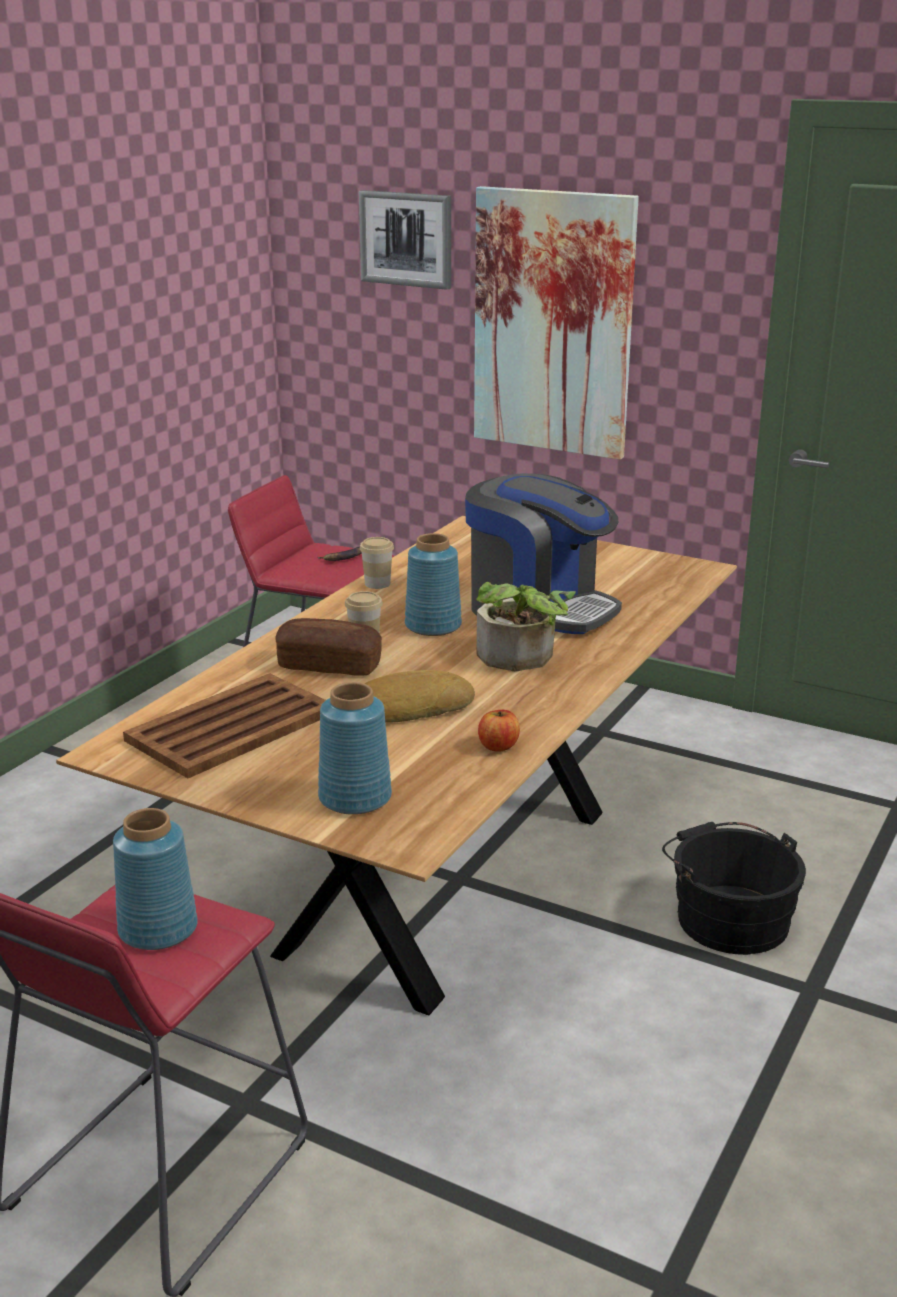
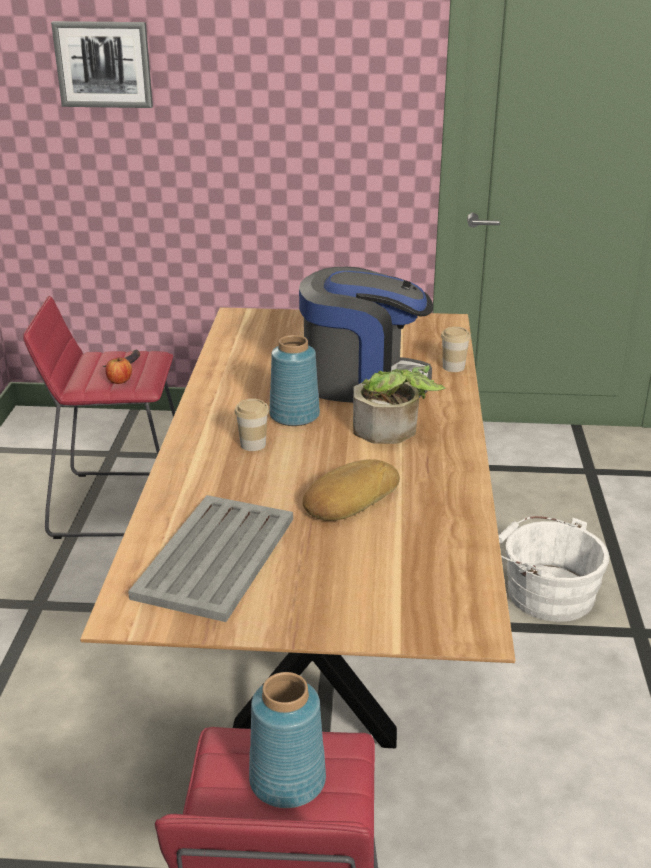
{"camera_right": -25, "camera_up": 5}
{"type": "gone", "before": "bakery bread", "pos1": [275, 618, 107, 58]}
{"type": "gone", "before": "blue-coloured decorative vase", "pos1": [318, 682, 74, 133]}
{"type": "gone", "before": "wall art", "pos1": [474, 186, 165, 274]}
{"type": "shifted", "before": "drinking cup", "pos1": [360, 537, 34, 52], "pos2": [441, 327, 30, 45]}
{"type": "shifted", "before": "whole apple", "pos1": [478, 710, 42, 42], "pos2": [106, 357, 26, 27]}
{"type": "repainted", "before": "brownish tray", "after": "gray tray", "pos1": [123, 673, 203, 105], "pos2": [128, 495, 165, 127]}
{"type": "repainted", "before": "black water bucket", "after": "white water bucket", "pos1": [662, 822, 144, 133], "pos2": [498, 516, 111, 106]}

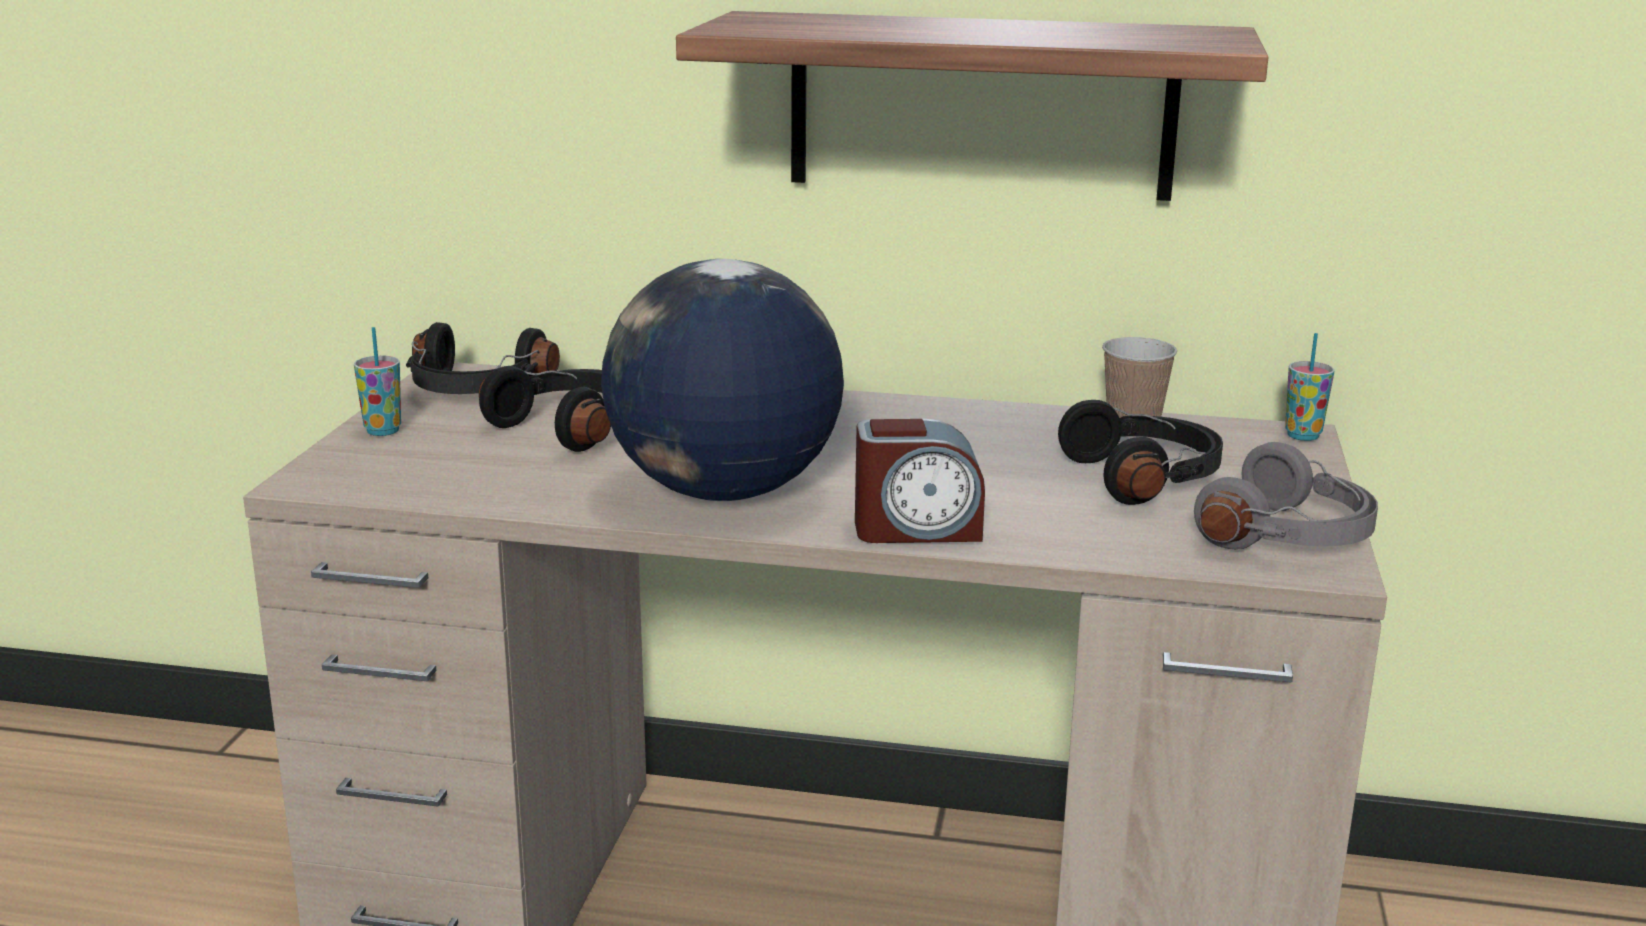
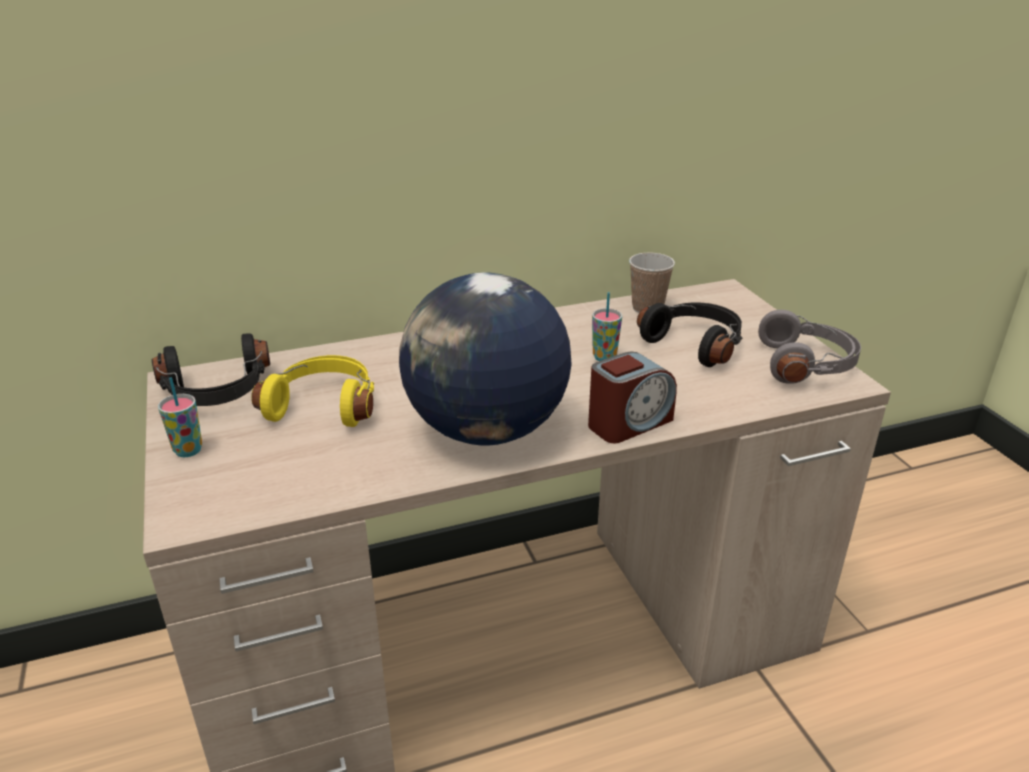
{"camera_right": -30, "camera_up": 10}
{"type": "gone", "before": "wall shelf", "pos1": [676, 11, 593, 190]}
{"type": "shifted", "before": "drinking cup", "pos1": [1285, 333, 49, 108], "pos2": [592, 292, 30, 69]}
{"type": "repainted", "before": "black pair of headphones", "after": "yellowish pair of headphones", "pos1": [479, 366, 132, 86], "pos2": [251, 355, 123, 72]}

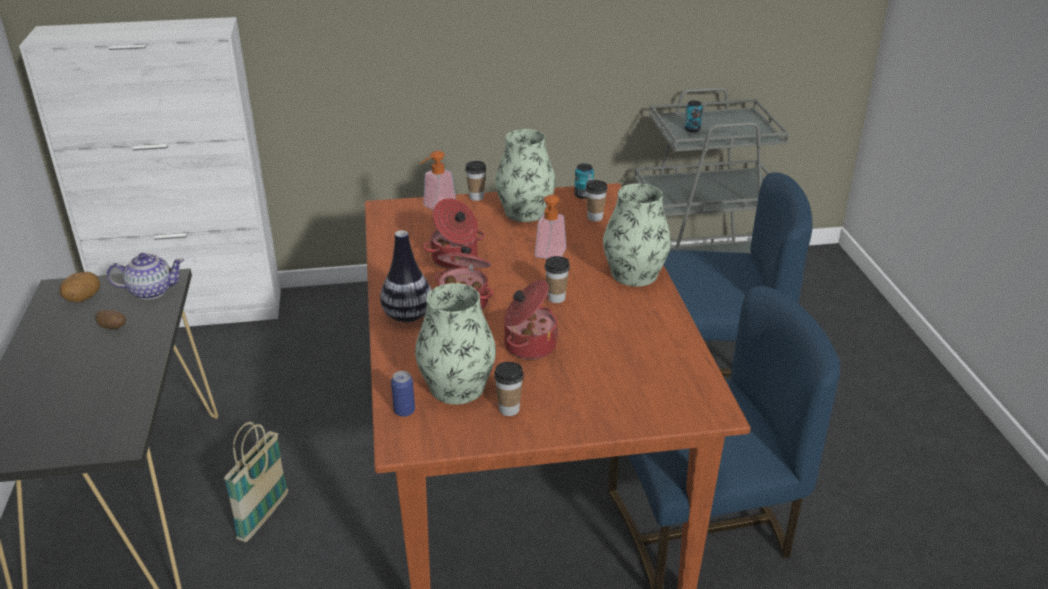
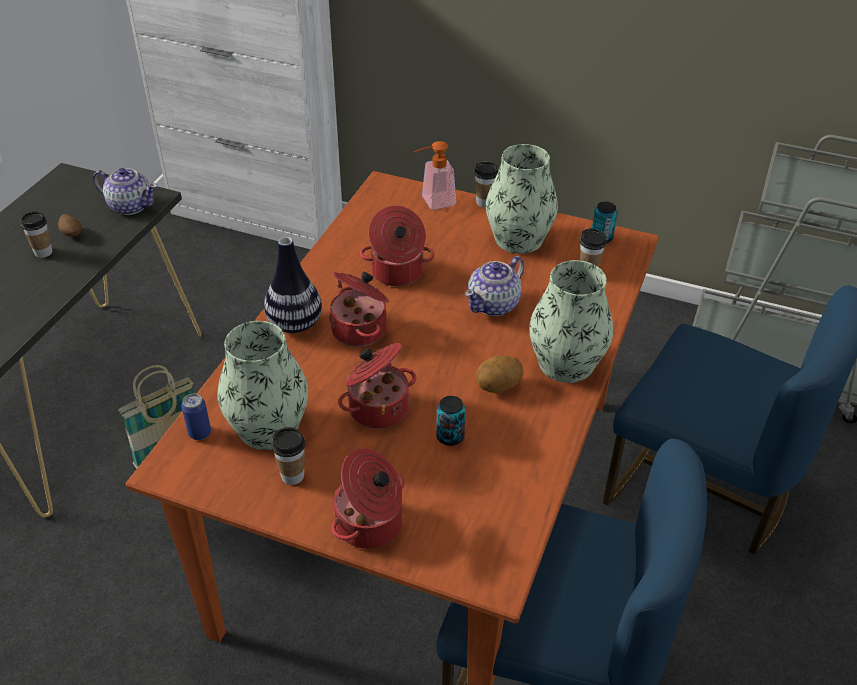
{"camera_right": 30, "camera_up": 10}
{"type": "new", "after": "cooking pot", "pos2": [331, 448, 73, 101]}
{"type": "shifted", "before": "potato", "pos1": [60, 272, 40, 31], "pos2": [475, 355, 49, 38]}
{"type": "shifted", "before": "drinking cup", "pos1": [545, 256, 25, 47], "pos2": [21, 211, 31, 47]}
{"type": "shifted", "before": "can", "pos1": [684, 101, 19, 31], "pos2": [436, 396, 30, 50]}
{"type": "swapped", "before": "soap dispenser", "after": "teapot", "pos1": [535, 195, 31, 64], "pos2": [465, 256, 59, 60]}

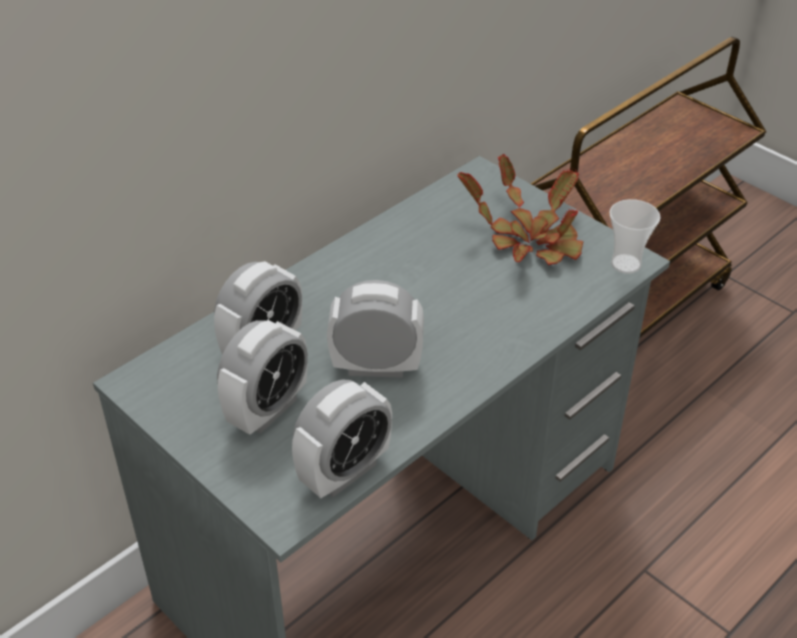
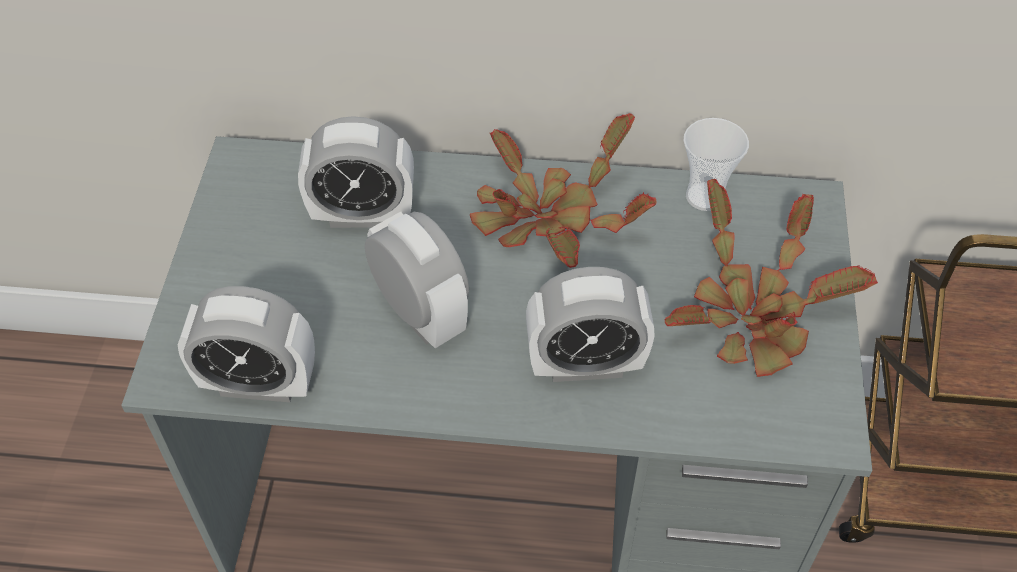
{"camera_right": 50, "camera_up": 10}
{"type": "new", "after": "houseplant", "pos2": [470, 113, 187, 155]}
{"type": "shifted", "before": "table clock", "pos1": [217, 320, 91, 115], "pos2": [526, 267, 129, 115]}
{"type": "shifted", "before": "drinking cup", "pos1": [609, 199, 52, 75], "pos2": [684, 118, 65, 93]}

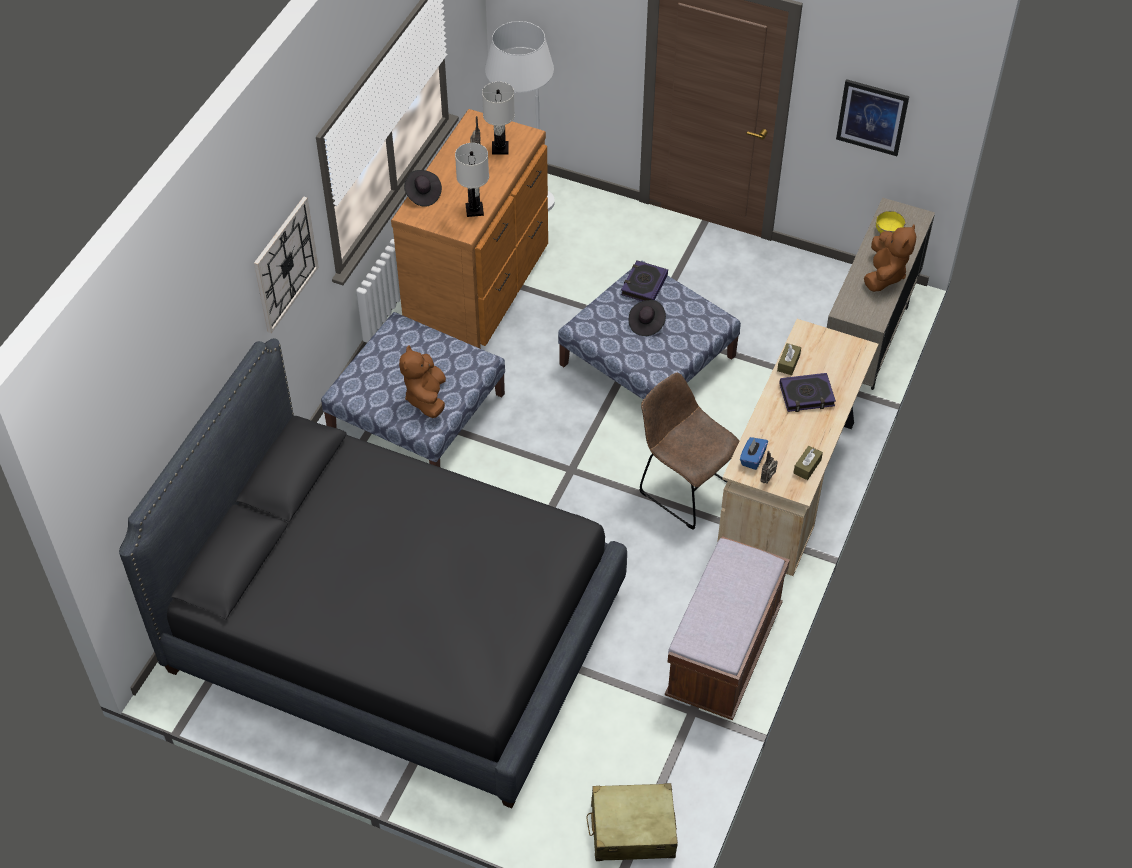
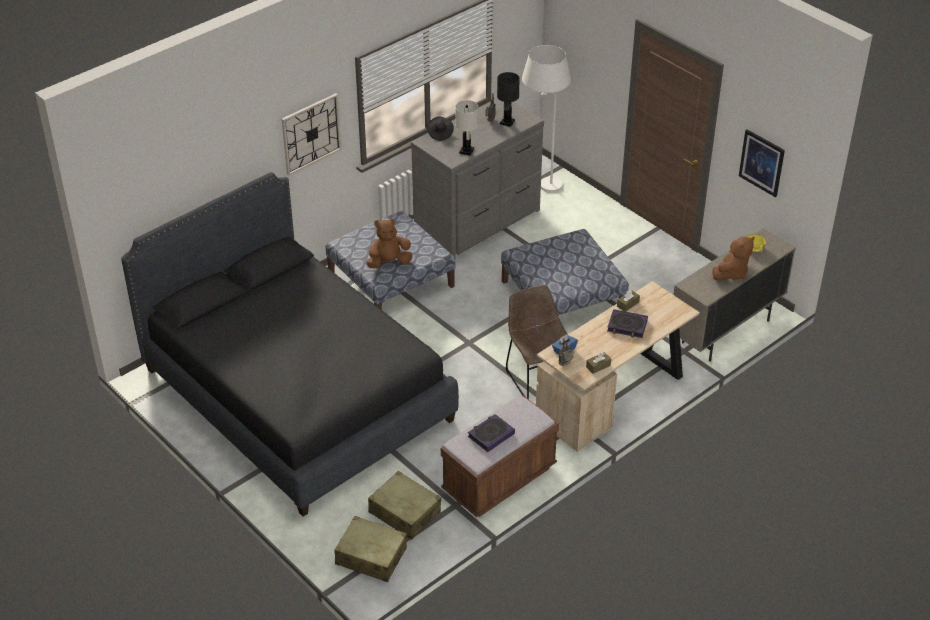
{"camera_right": 25, "camera_up": -10}
{"type": "gone", "before": "black hat", "pos1": [629, 300, 37, 36]}
{"type": "new", "after": "beige-coloured travel case", "pos2": [368, 471, 73, 69]}
{"type": "shifted", "before": "book", "pos1": [621, 260, 47, 41], "pos2": [468, 414, 47, 38]}
{"type": "repainted", "before": "brownish dresser", "after": "gray dresser", "pos1": [391, 109, 157, 240], "pos2": [411, 98, 133, 160]}
{"type": "repainted", "before": "white lamp for a table", "after": "black lamp for a table", "pos1": [482, 82, 33, 73], "pos2": [497, 72, 23, 55]}
{"type": "rotated", "before": "brownish plush toy", "pos1": [399, 345, 47, 73], "pos2": [366, 219, 46, 49], "turn": 45}

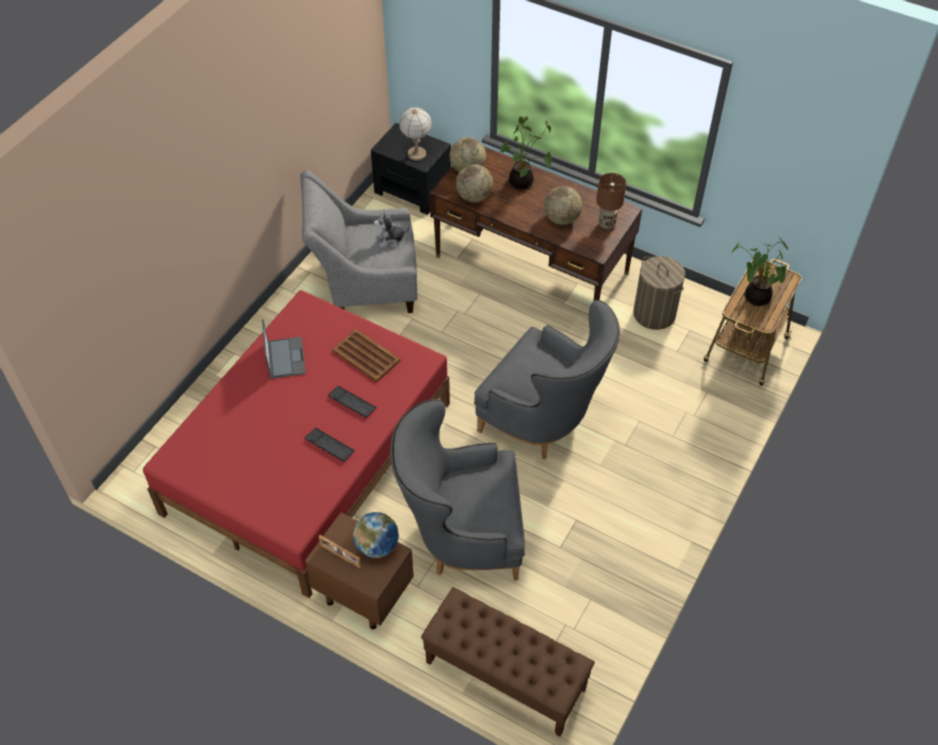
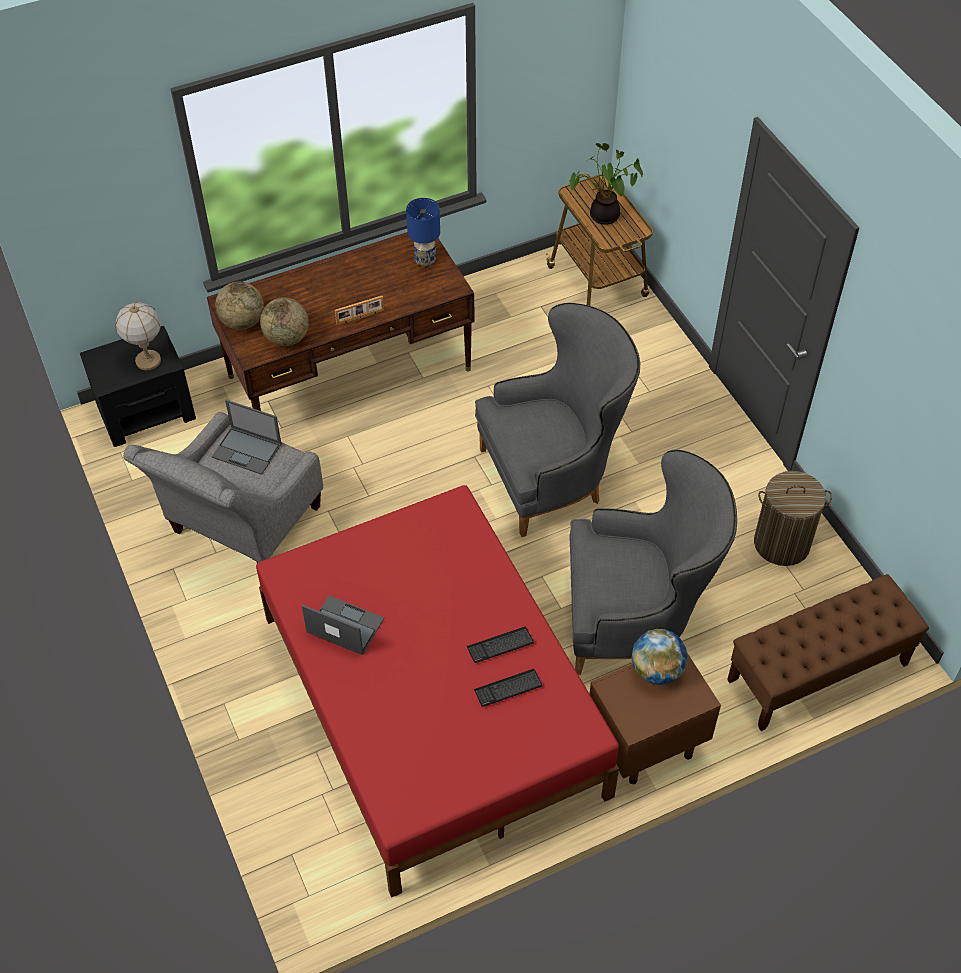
{"camera_right": -55, "camera_up": 0}
{"type": "gone", "before": "brownish tray", "pos1": [332, 329, 68, 53]}
{"type": "gone", "before": "houseplant", "pos1": [500, 116, 52, 74]}
{"type": "gone", "before": "desk globe", "pos1": [544, 186, 38, 39]}
{"type": "shifted", "before": "standing frame", "pos1": [319, 535, 42, 33], "pos2": [335, 296, 49, 29]}
{"type": "shifted", "before": "computer keyboard", "pos1": [328, 386, 49, 32], "pos2": [474, 669, 69, 38]}
{"type": "shifted", "before": "laundry basket", "pos1": [633, 256, 52, 74], "pos2": [754, 471, 78, 95]}
{"type": "swapped", "before": "plush toy", "after": "notebook computer", "pos1": [374, 210, 35, 38], "pos2": [212, 400, 70, 75]}
{"type": "repainted", "before": "brownish lamp for a table", "after": "blue-coloured lamp for a table", "pos1": [596, 173, 30, 56], "pos2": [406, 198, 34, 69]}
{"type": "rotated", "before": "gray armchair", "pos1": [390, 399, 135, 181], "pos2": [569, 450, 168, 225], "turn": -120}

